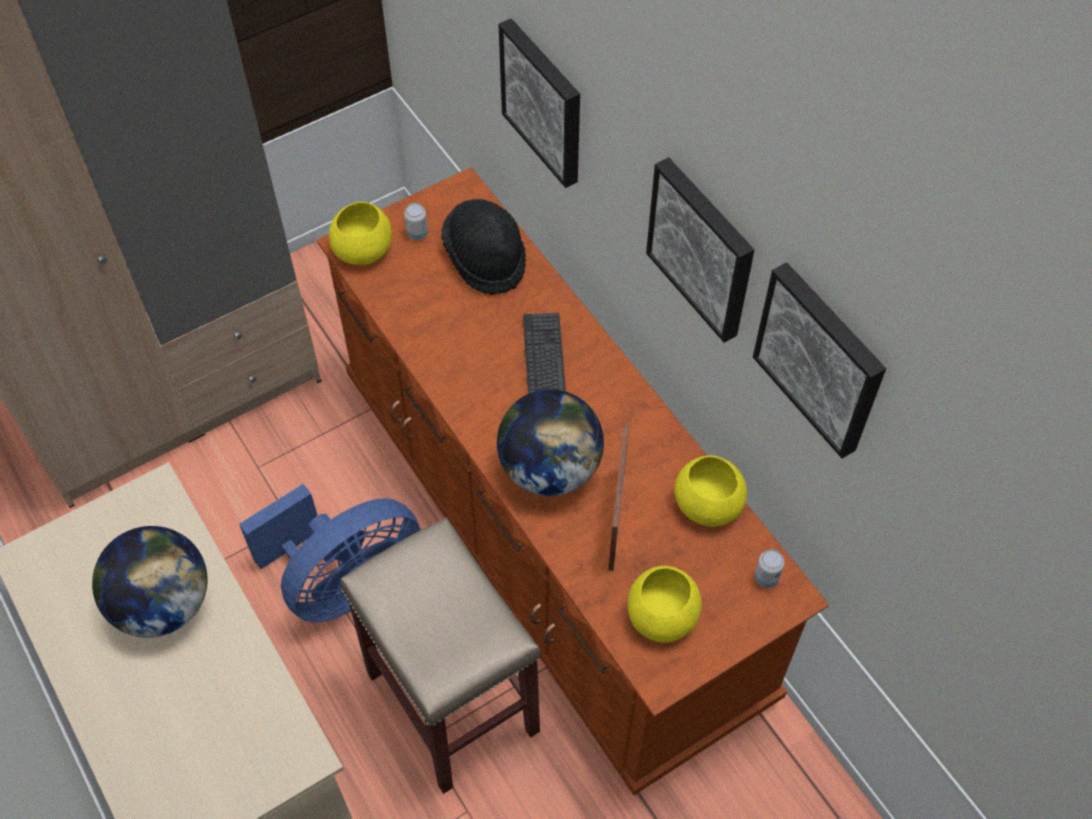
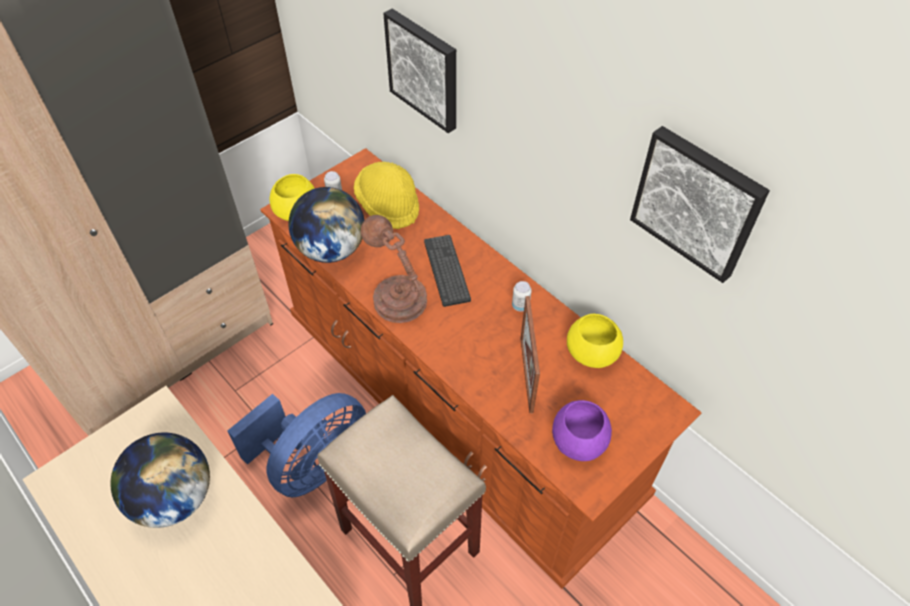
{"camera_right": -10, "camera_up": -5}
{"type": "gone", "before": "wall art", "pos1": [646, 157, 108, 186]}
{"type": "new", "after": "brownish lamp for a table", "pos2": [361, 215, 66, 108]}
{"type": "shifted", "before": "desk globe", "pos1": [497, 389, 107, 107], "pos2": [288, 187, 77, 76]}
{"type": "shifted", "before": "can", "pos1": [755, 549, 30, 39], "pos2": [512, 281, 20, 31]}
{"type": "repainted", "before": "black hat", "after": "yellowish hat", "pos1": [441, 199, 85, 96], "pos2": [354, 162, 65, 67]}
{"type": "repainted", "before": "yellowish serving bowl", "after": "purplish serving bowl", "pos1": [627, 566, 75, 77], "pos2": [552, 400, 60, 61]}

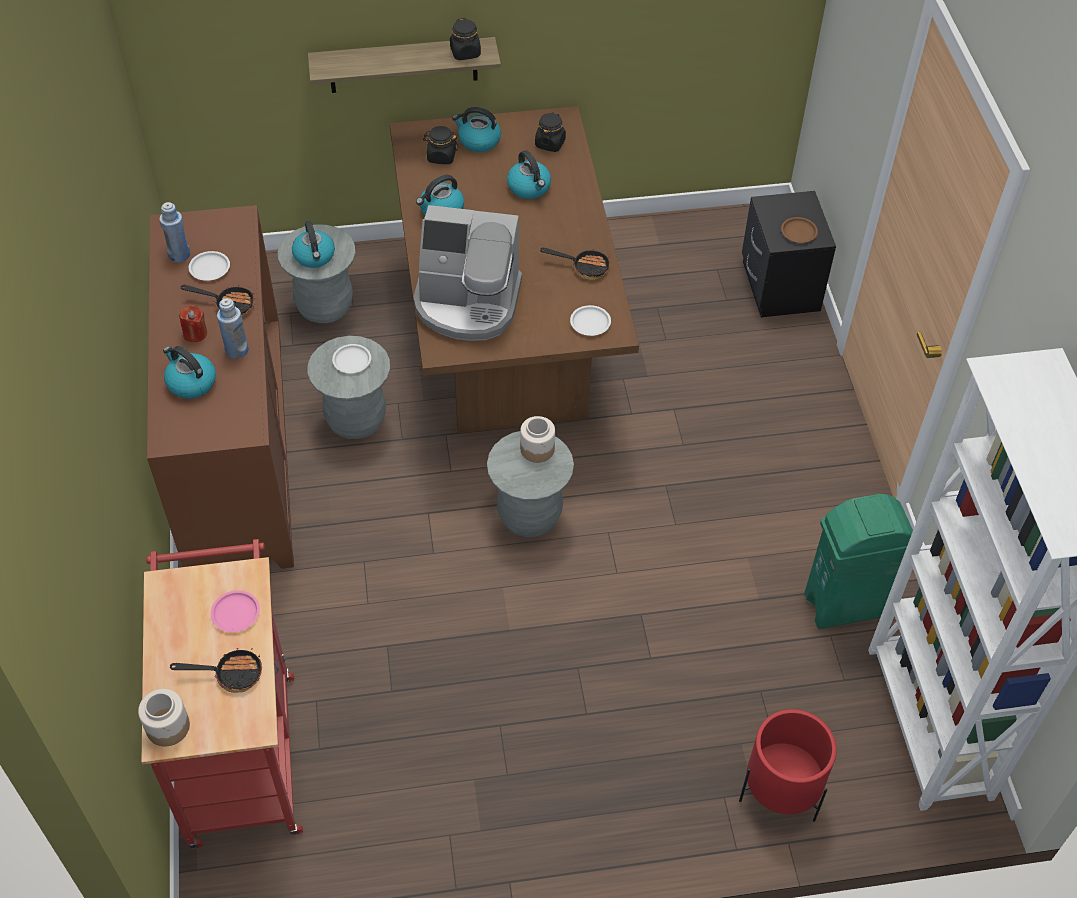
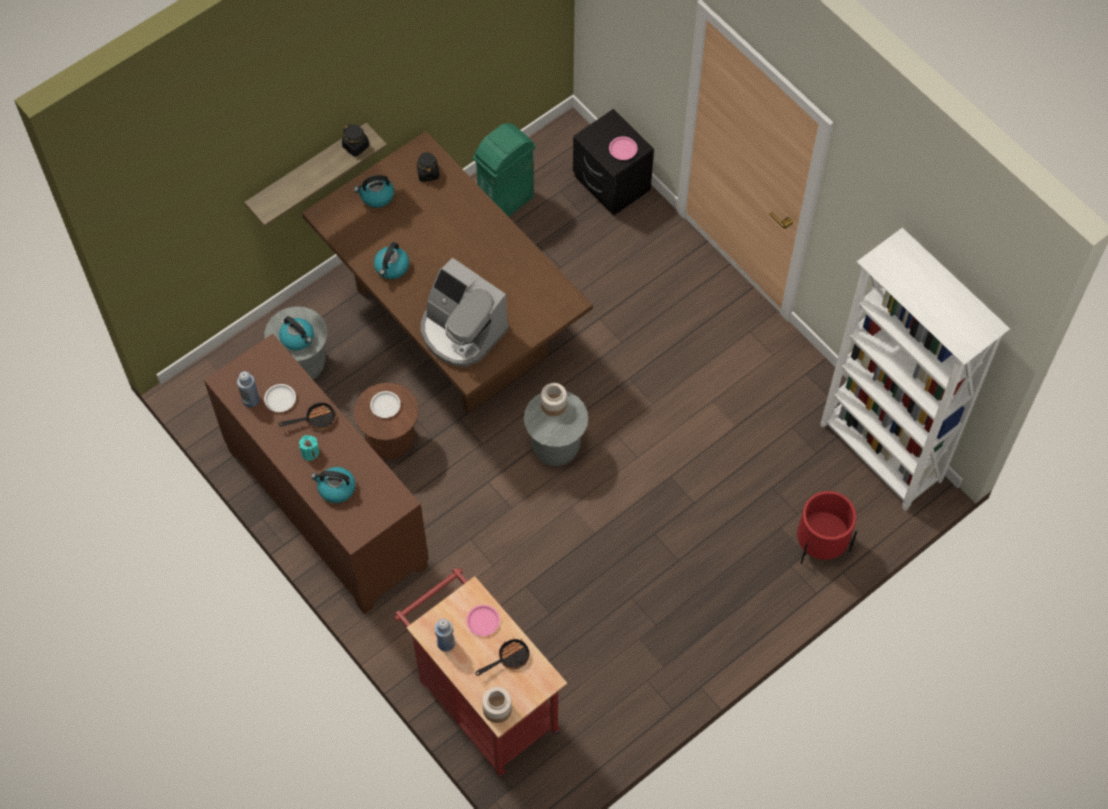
{"camera_right": -30, "camera_up": 10}
{"type": "gone", "before": "black storage jar", "pos1": [423, 126, 35, 38]}
{"type": "gone", "before": "kettle", "pos1": [507, 150, 44, 49]}
{"type": "gone", "before": "pan", "pos1": [540, 248, 70, 32]}
{"type": "gone", "before": "white flat dish", "pos1": [570, 305, 41, 31]}
{"type": "shifted", "before": "blue-coloured beverage bottle", "pos1": [217, 298, 32, 61], "pos2": [435, 619, 20, 33]}
{"type": "shifted", "before": "green-coloured rubbish bin", "pos1": [804, 494, 109, 135], "pos2": [473, 123, 63, 94]}
{"type": "repainted", "before": "reddish candle", "after": "blue-green candle", "pos1": [179, 305, 28, 37], "pos2": [299, 435, 20, 26]}
{"type": "repainted", "before": "gray stool", "after": "brownish stool", "pos1": [307, 336, 83, 103], "pos2": [354, 383, 64, 76]}
{"type": "repainted", "before": "brownish flat dish", "after": "pinkish flat dish", "pos1": [781, 217, 37, 26], "pos2": [609, 136, 28, 24]}
{"type": "rotated", "before": "coffee maker", "pos1": [413, 205, 109, 136], "pos2": [421, 258, 88, 109], "turn": 60}

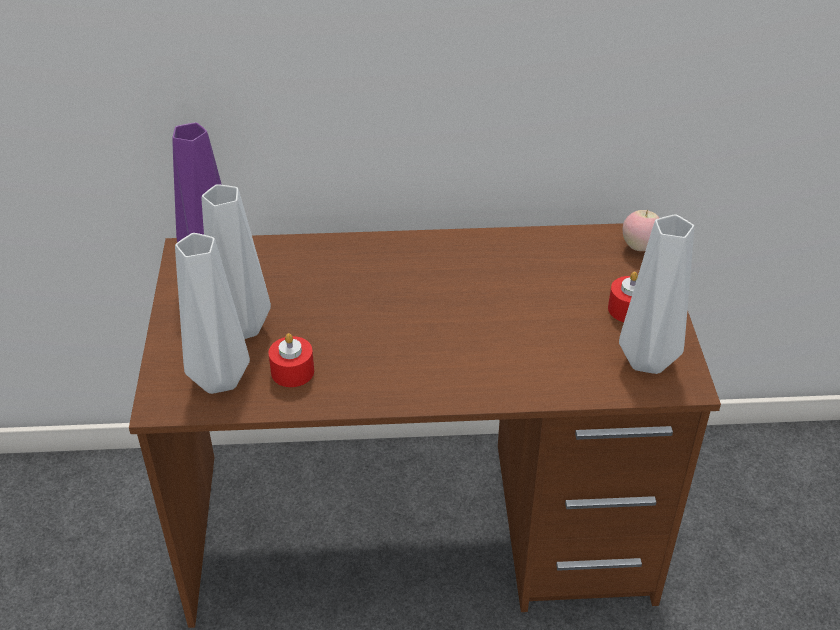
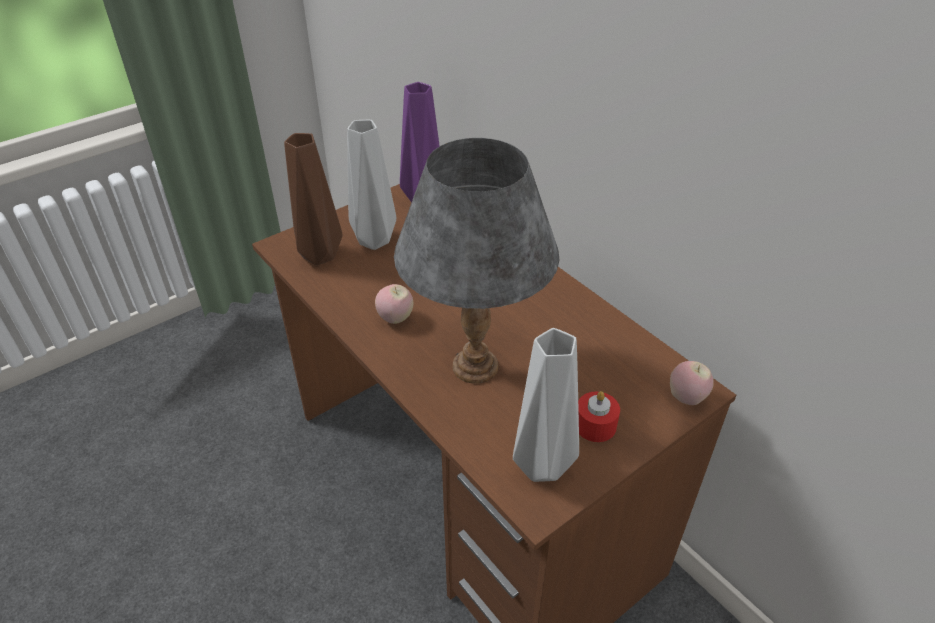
{"camera_right": 55, "camera_up": 0}
{"type": "gone", "before": "reddish candle", "pos1": [269, 333, 45, 54]}
{"type": "new", "after": "whole apple", "pos2": [375, 284, 38, 40]}
{"type": "new", "after": "gray lamp for a table", "pos2": [394, 138, 165, 246]}
{"type": "repainted", "before": "gray decorative vase", "after": "brownish decorative vase", "pos1": [175, 233, 75, 161], "pos2": [284, 133, 58, 132]}

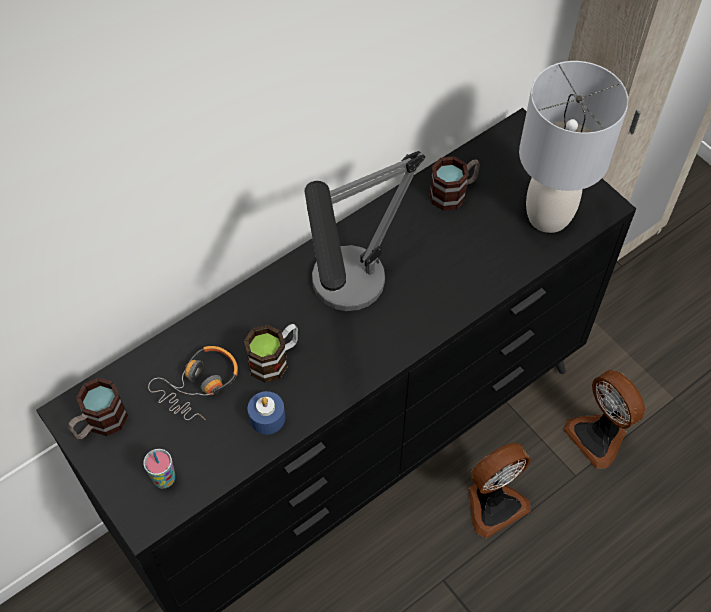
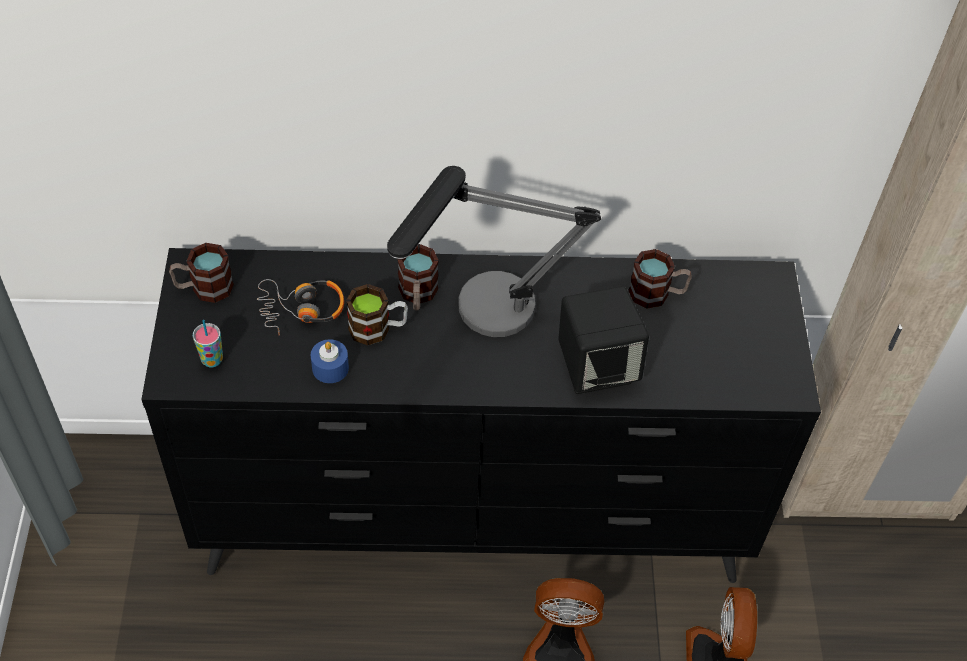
{"camera_right": 35, "camera_up": -5}
{"type": "gone", "before": "gray lamp for a table", "pos1": [519, 61, 109, 172]}
{"type": "new", "after": "mug", "pos2": [397, 244, 42, 66]}
{"type": "new", "after": "black audio speaker", "pos2": [558, 286, 91, 108]}

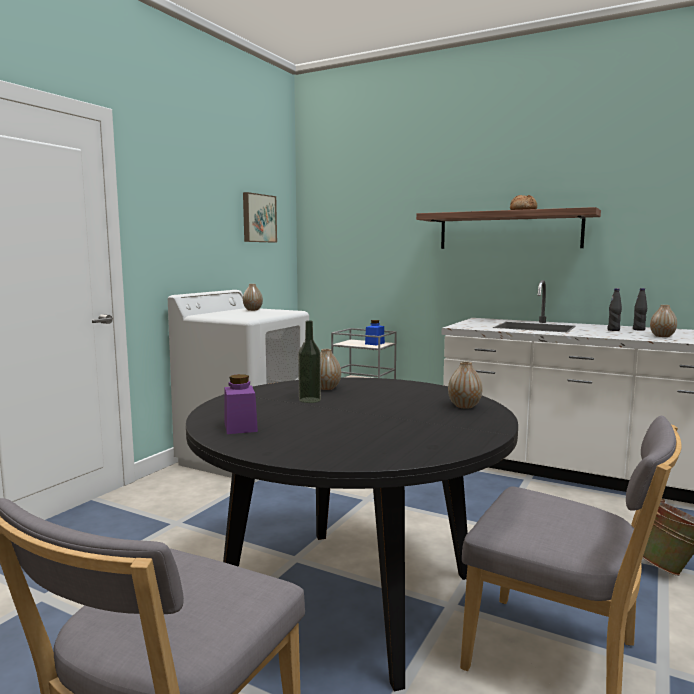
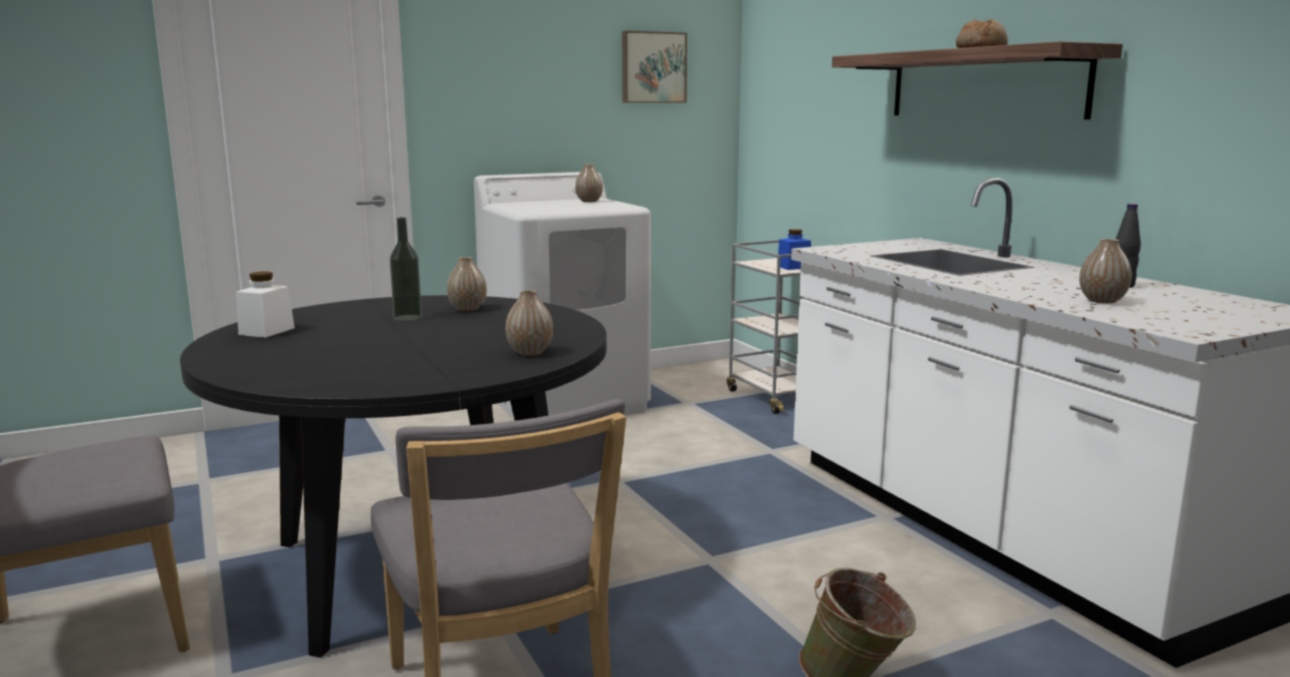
{"camera_right": 35, "camera_up": 5}
{"type": "gone", "before": "black beverage bottle", "pos1": [607, 288, 15, 43]}
{"type": "repainted", "before": "purplish storage jar", "after": "white storage jar", "pos1": [225, 374, 33, 60], "pos2": [236, 272, 59, 66]}

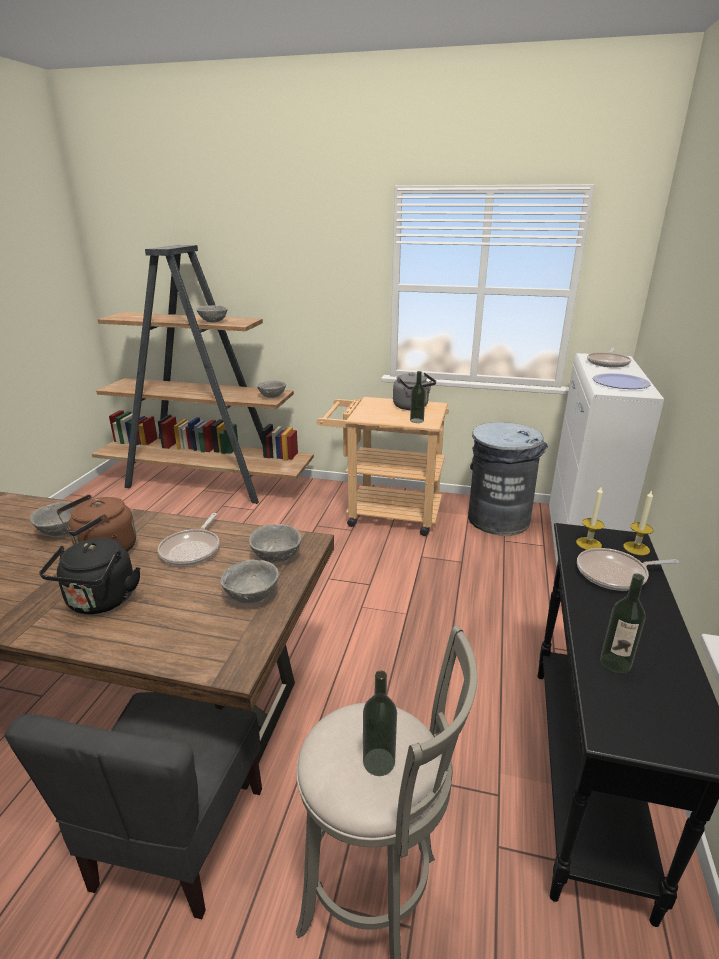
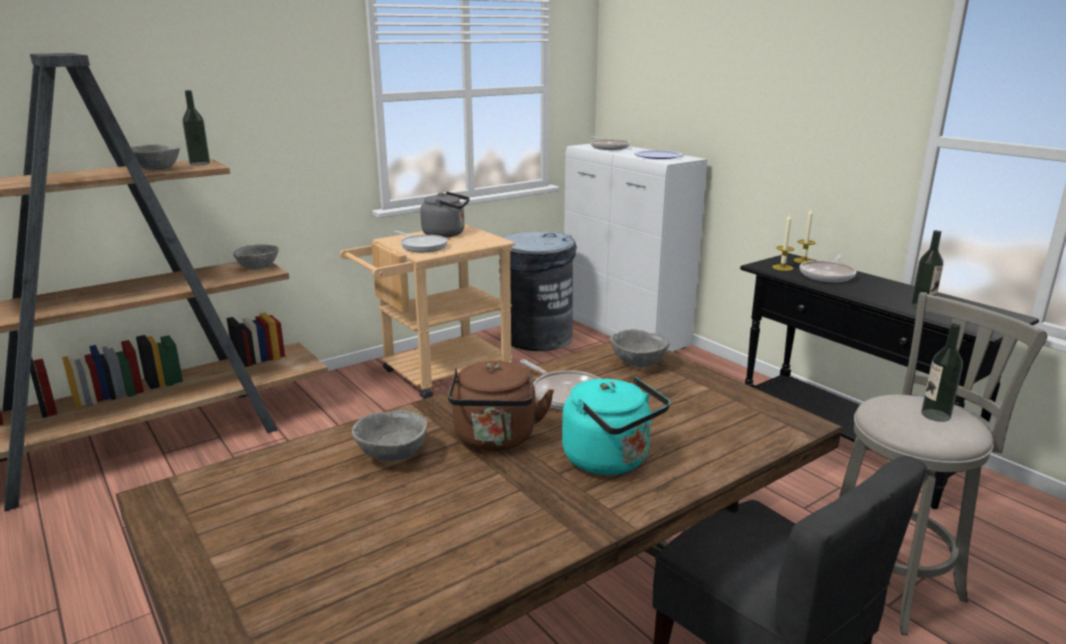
{"camera_right": -50, "camera_up": -5}
{"type": "gone", "before": "gray serving bowl", "pos1": [221, 560, 58, 43]}
{"type": "new", "after": "pan", "pos2": [393, 231, 55, 21]}
{"type": "shifted", "before": "beverage bottle", "pos1": [410, 371, 15, 52], "pos2": [182, 90, 28, 75]}
{"type": "repainted", "before": "black kettle", "after": "blue-green kettle", "pos1": [39, 538, 101, 76], "pos2": [562, 377, 108, 98]}

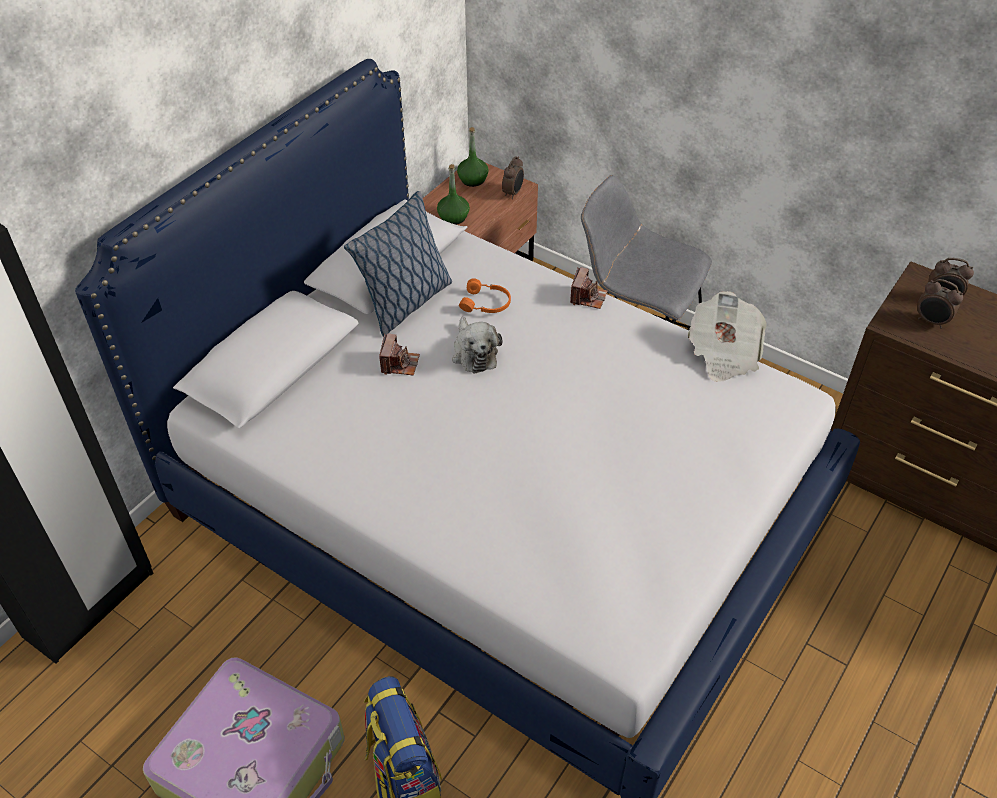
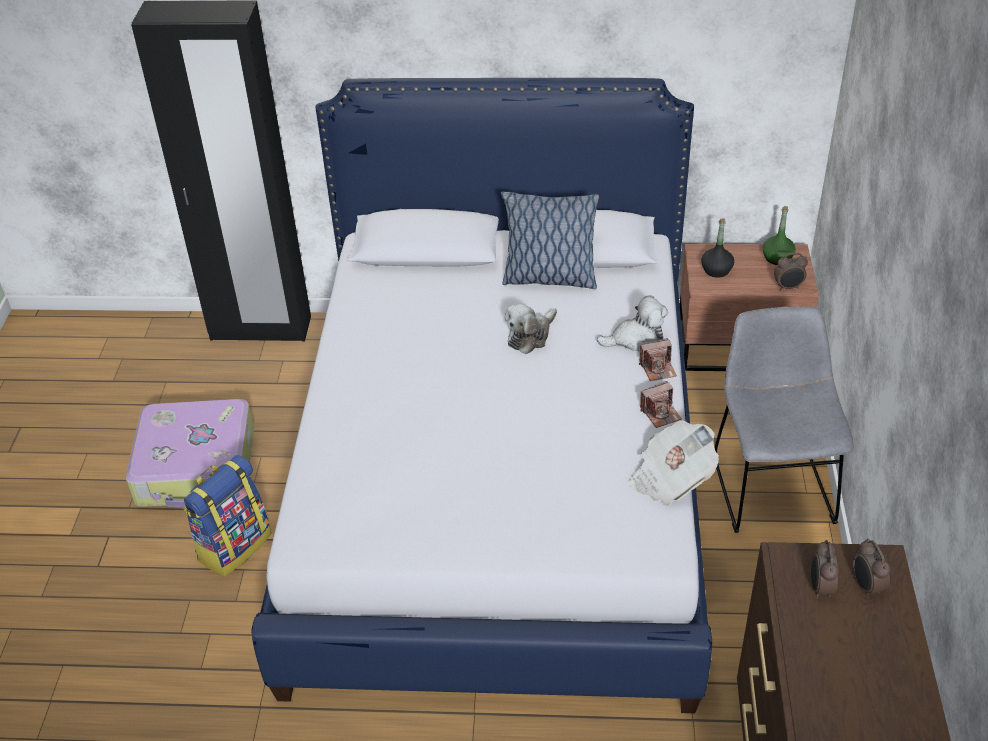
{"camera_right": 60, "camera_up": -5}
{"type": "gone", "before": "orangey pair of headphones", "pos1": [459, 278, 52, 35]}
{"type": "new", "after": "plush toy", "pos2": [597, 295, 71, 57]}
{"type": "shifted", "before": "photo camera", "pos1": [379, 333, 41, 42], "pos2": [640, 381, 42, 47]}
{"type": "repainted", "before": "green-coloured beverage bottle", "after": "black beverage bottle", "pos1": [437, 164, 33, 61], "pos2": [701, 218, 33, 60]}

